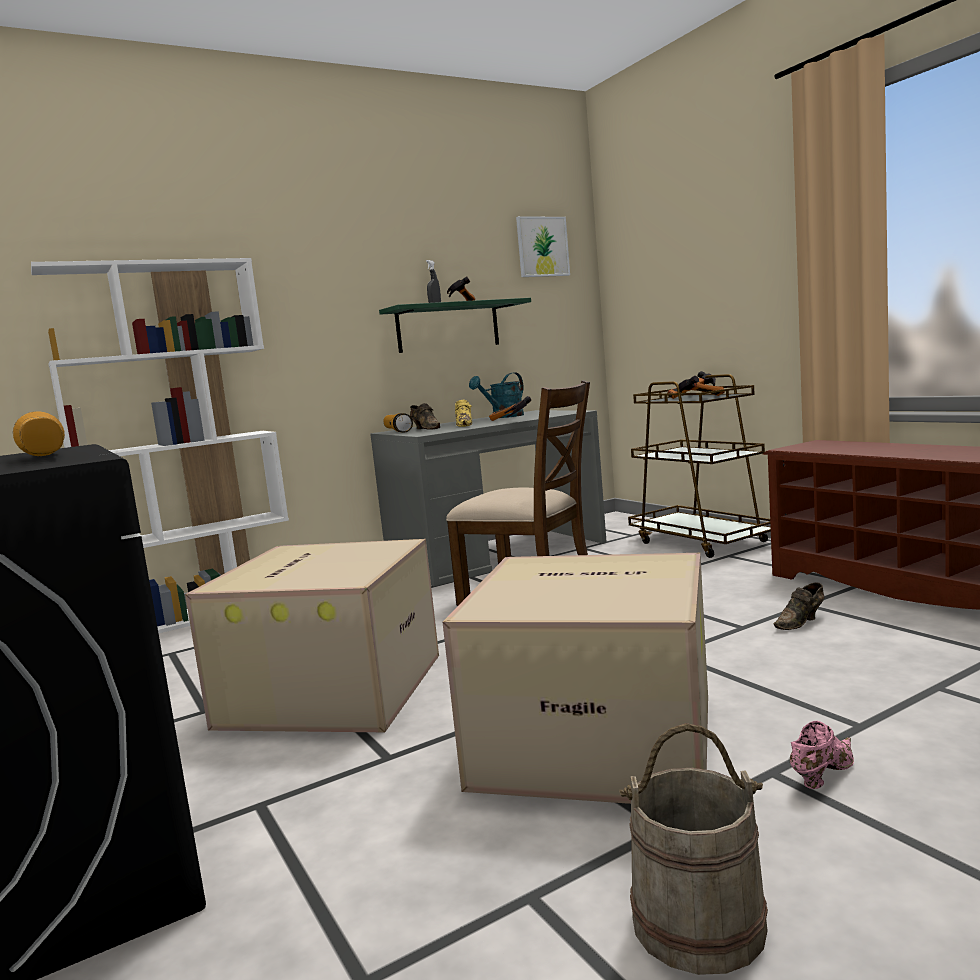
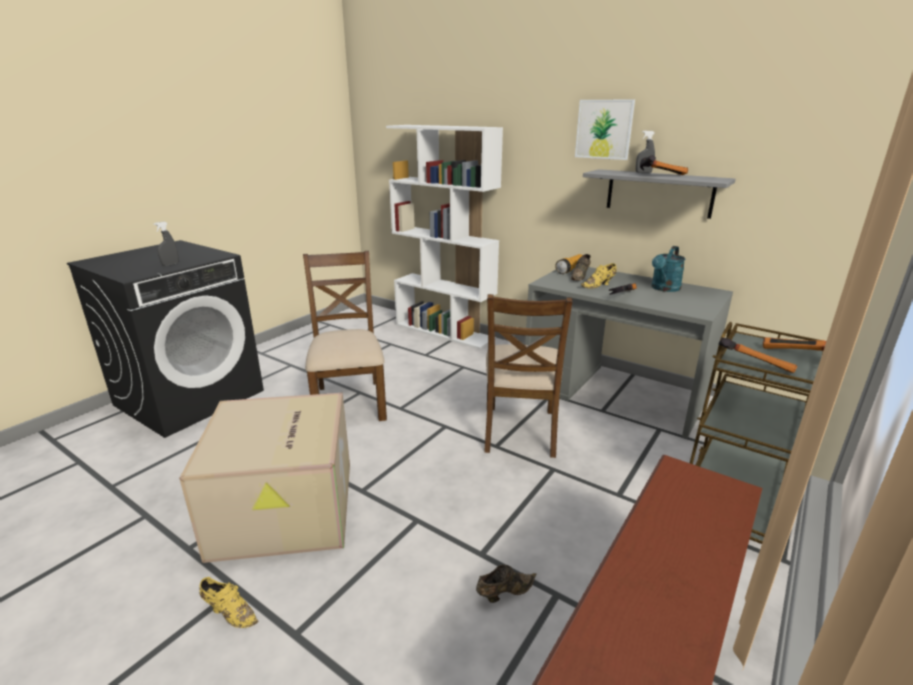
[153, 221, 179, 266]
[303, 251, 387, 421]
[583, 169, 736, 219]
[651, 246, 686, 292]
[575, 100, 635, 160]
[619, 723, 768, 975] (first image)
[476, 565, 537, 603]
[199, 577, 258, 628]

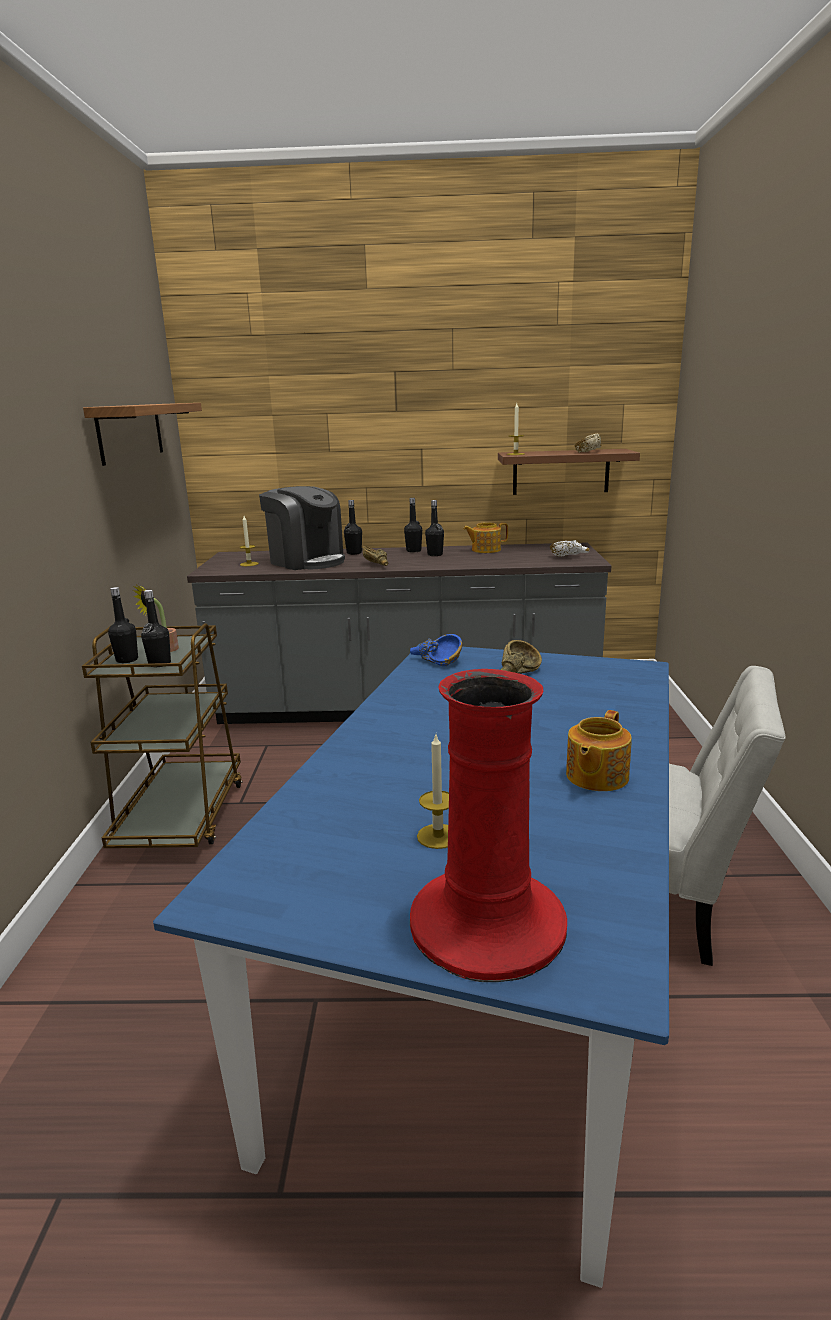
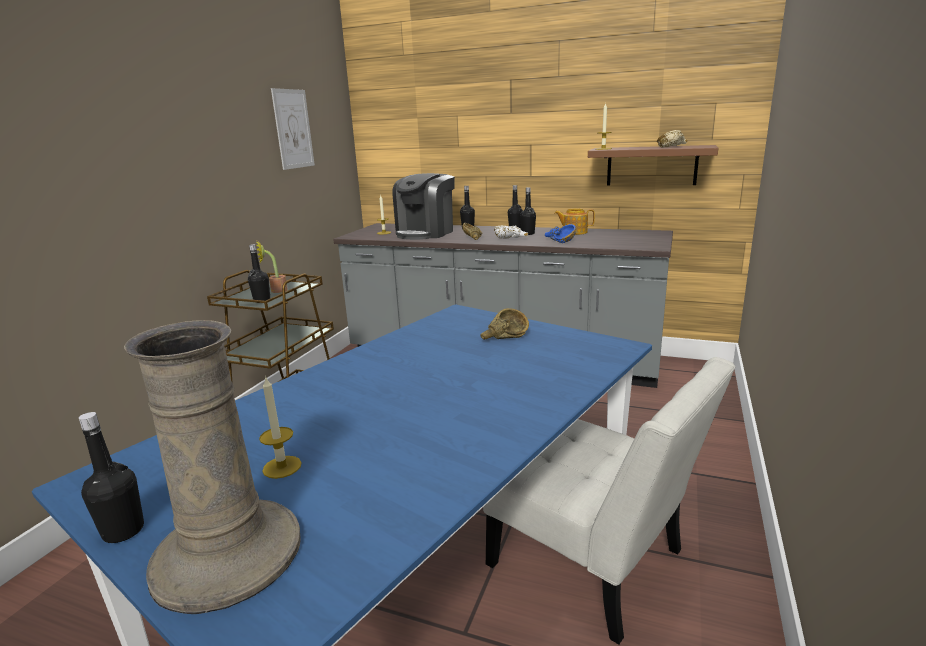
[271, 88, 315, 170]
[79, 412, 144, 543]
[392, 173, 455, 240]
[545, 224, 576, 243]
[124, 320, 300, 614]
[494, 225, 528, 239]
[566, 710, 632, 791] (first image)

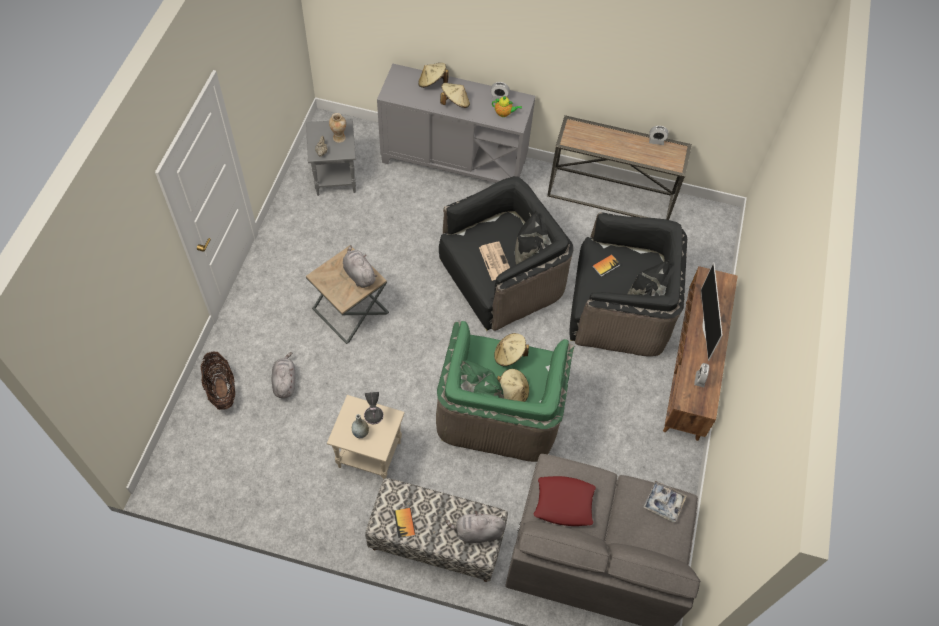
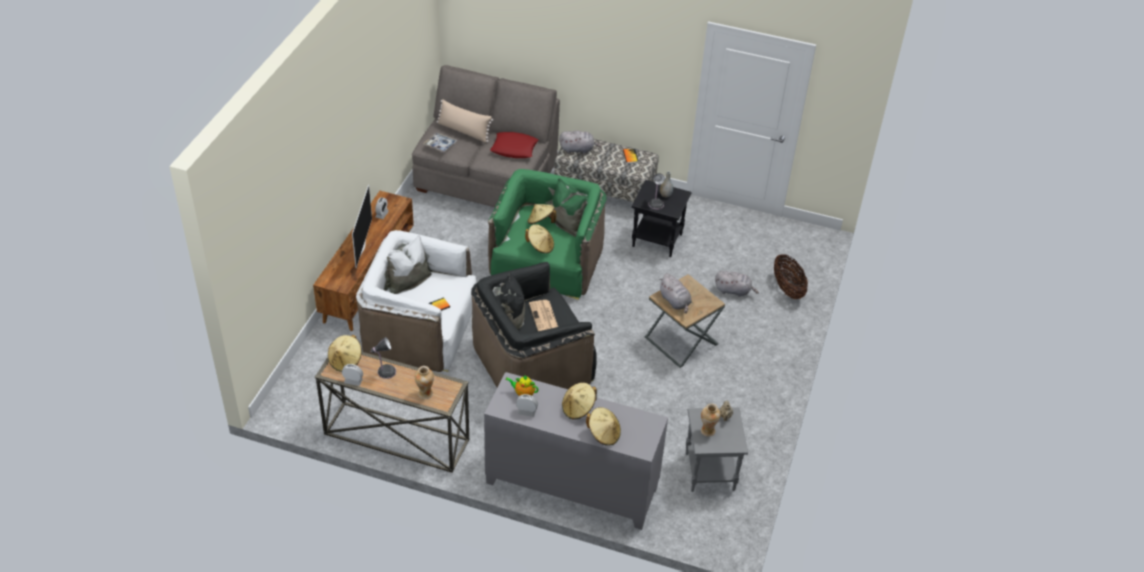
[715, 271, 759, 297]
[632, 180, 692, 257]
[356, 230, 477, 372]
[328, 335, 362, 372]
[371, 337, 396, 379]
[415, 366, 434, 399]
[436, 99, 493, 143]

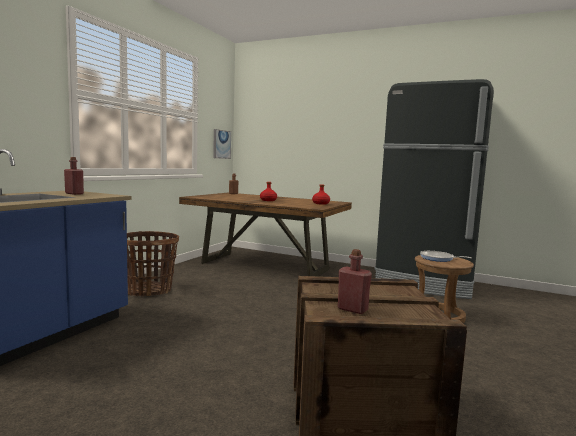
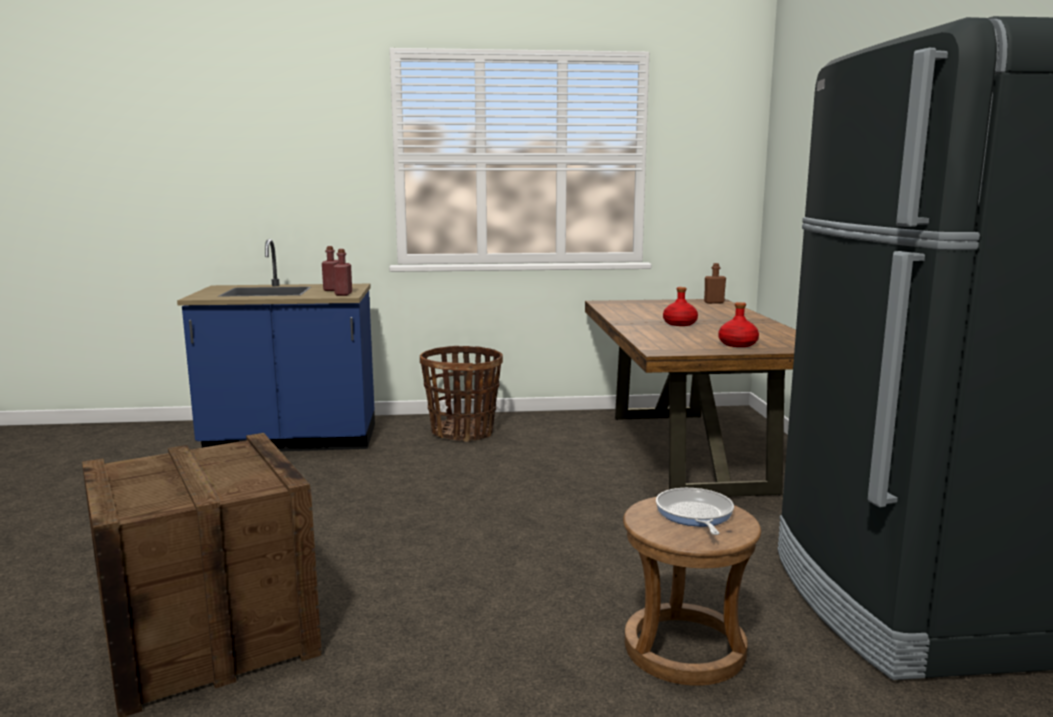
[213, 129, 231, 159] (first image)
[333, 249, 352, 296]

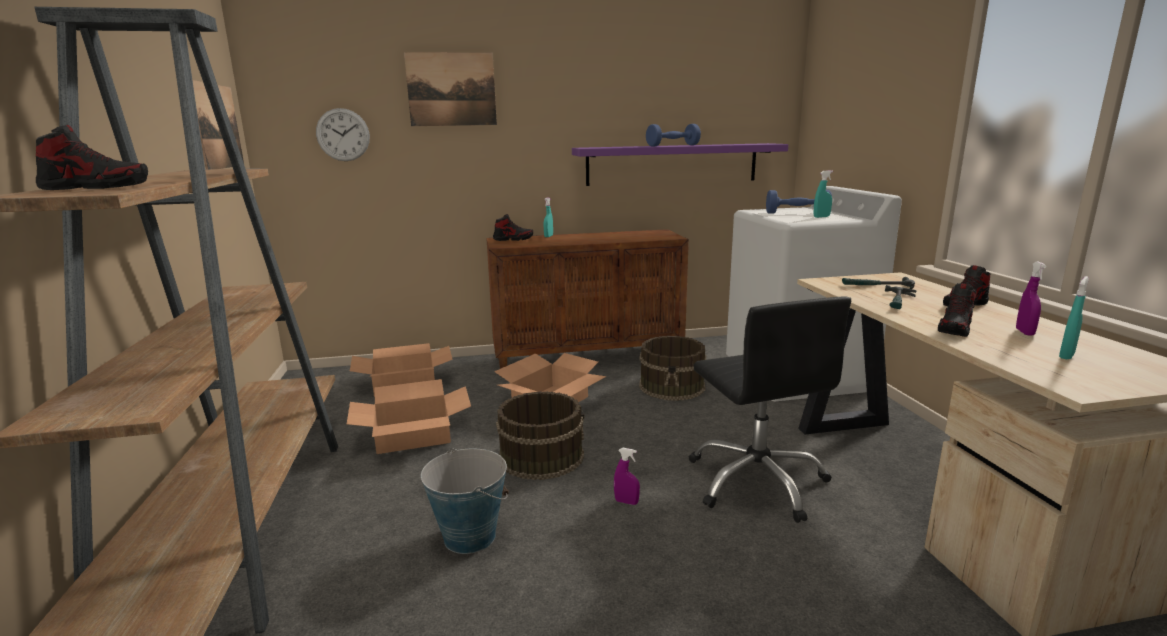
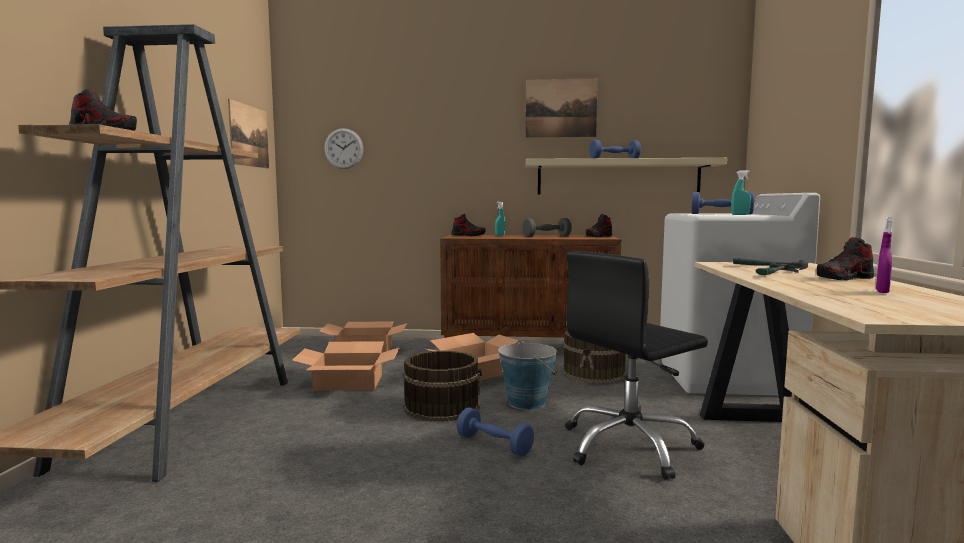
[526, 78, 598, 138]
[498, 341, 557, 410]
[526, 158, 727, 194]
[457, 408, 534, 456]
[565, 251, 708, 480]
[586, 214, 613, 237]
[1059, 276, 1089, 359] (first image)
[522, 218, 572, 237]

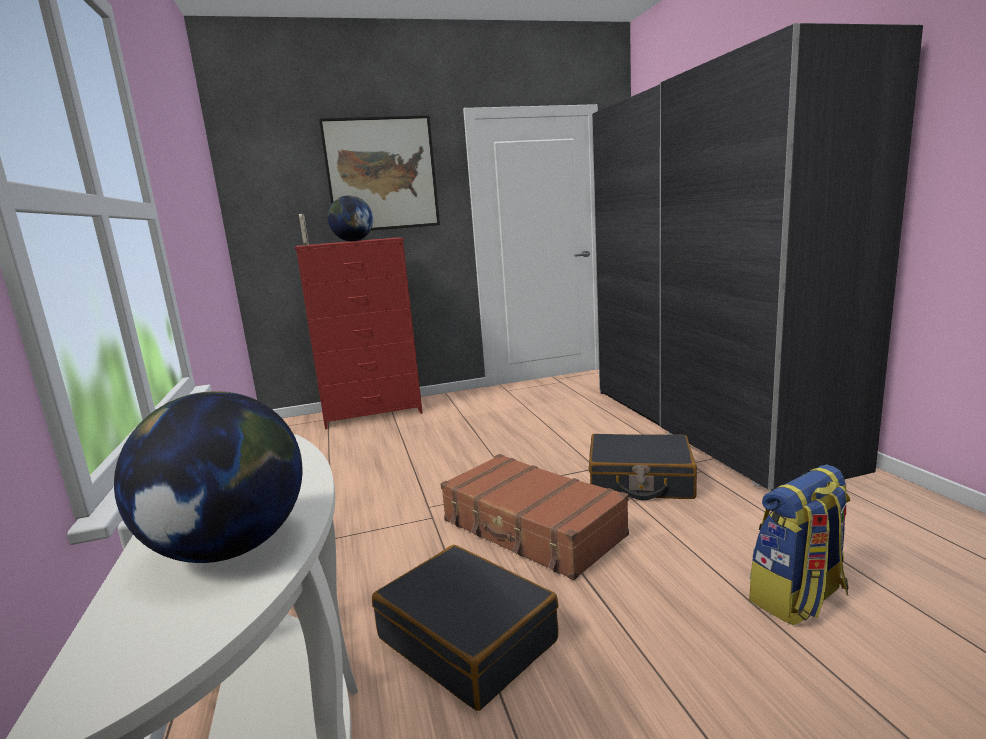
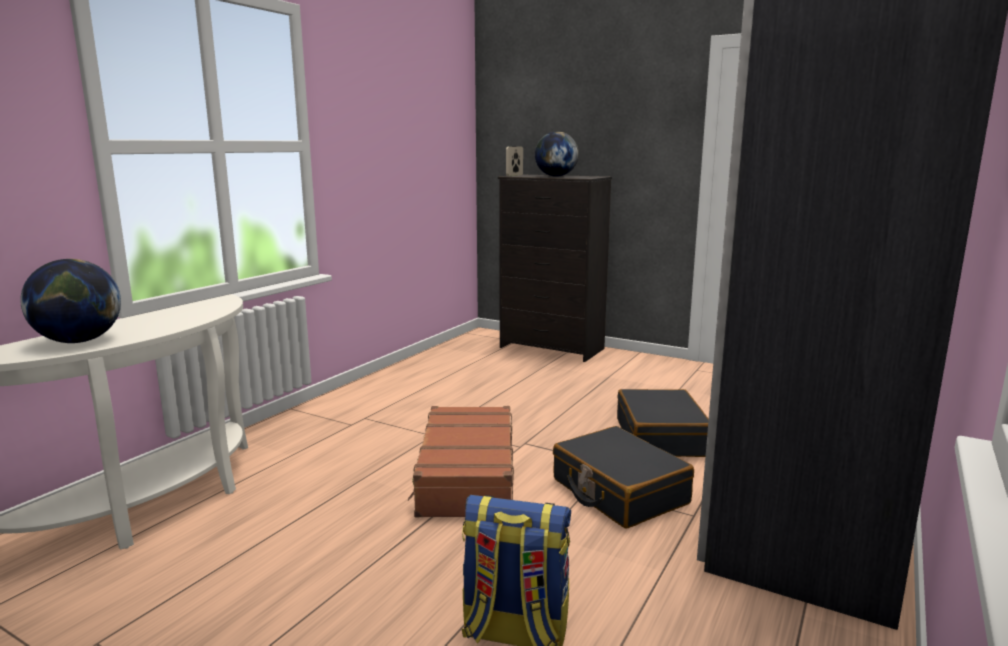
[498, 175, 612, 362]
[319, 115, 440, 230] (first image)
[617, 389, 709, 457]

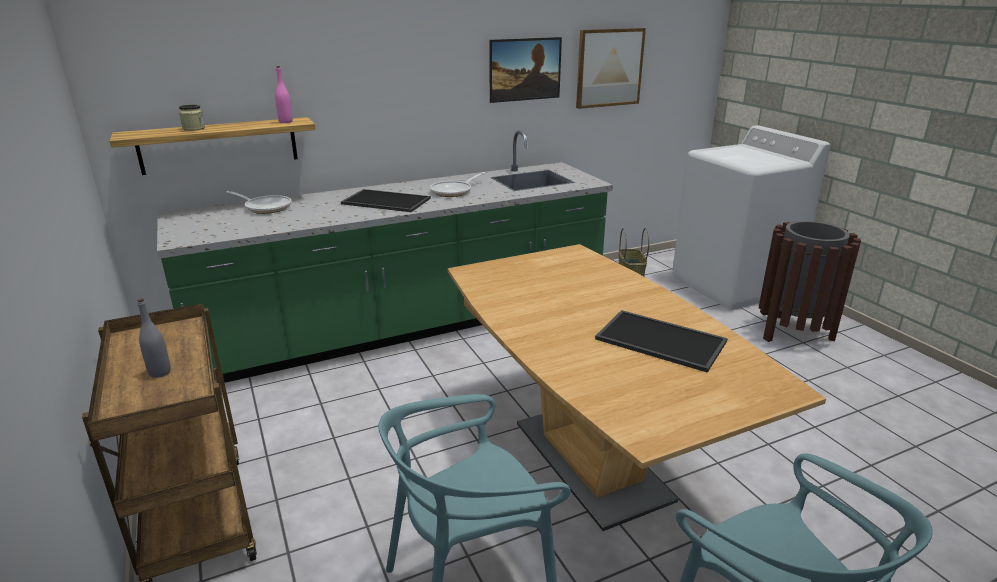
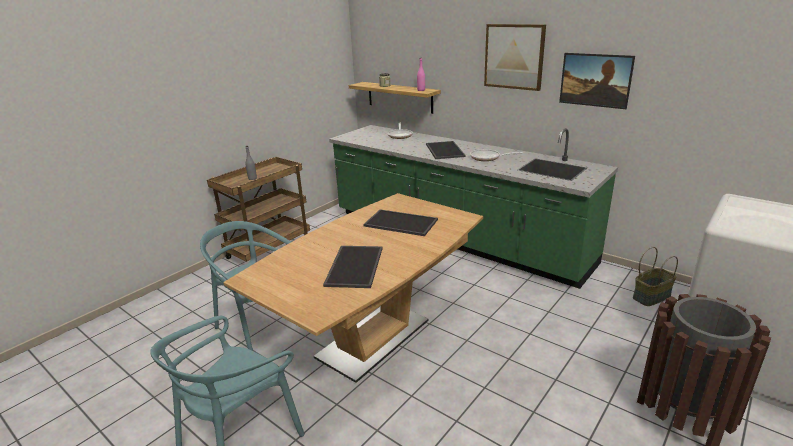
[484, 24, 546, 91]
[363, 209, 438, 236]

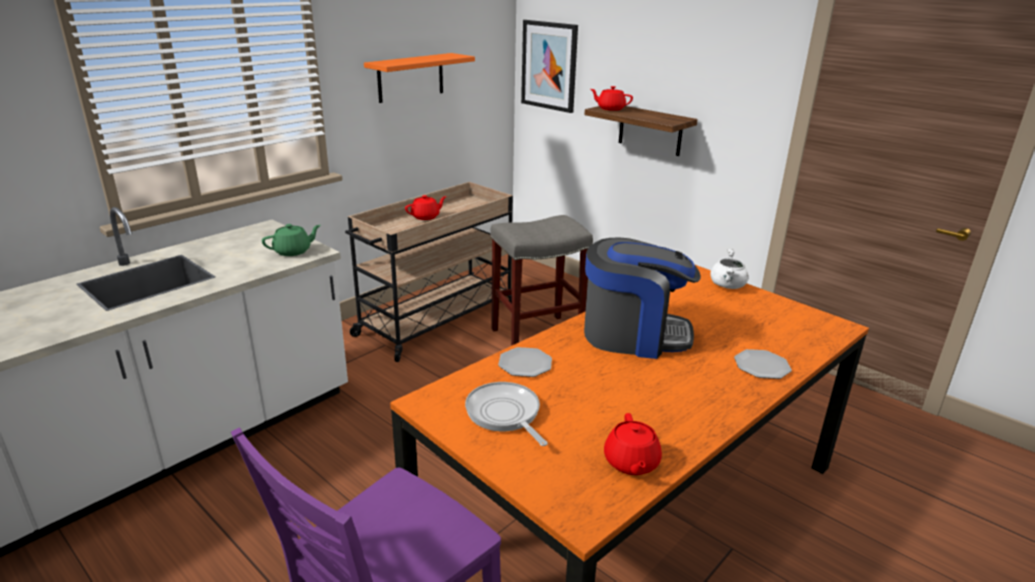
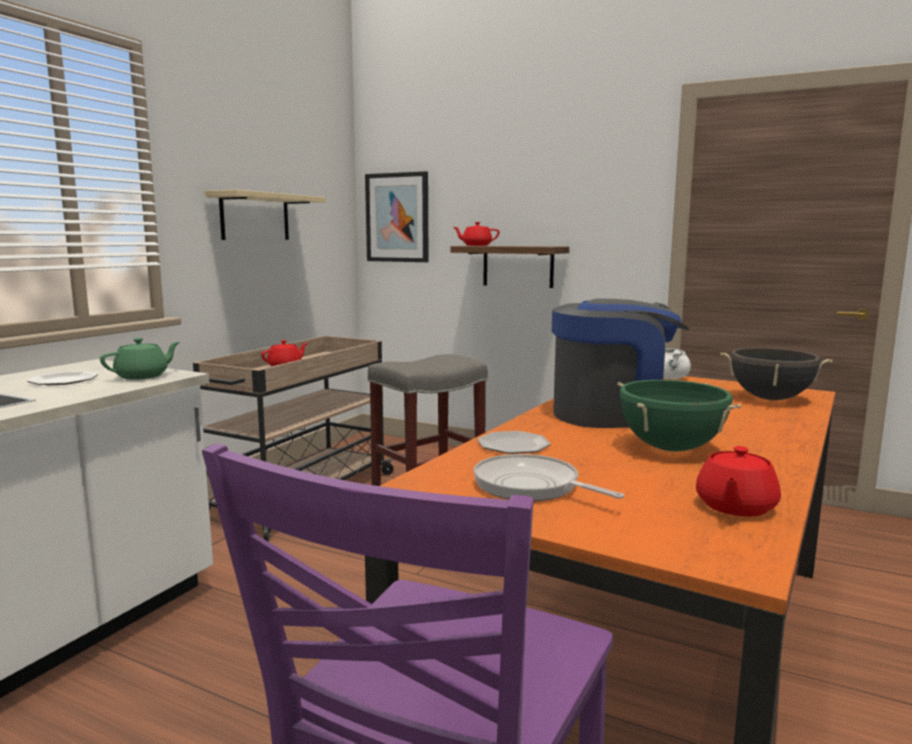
[205, 190, 326, 240]
[696, 446, 781, 517]
[27, 371, 98, 385]
[617, 380, 741, 451]
[721, 348, 832, 400]

